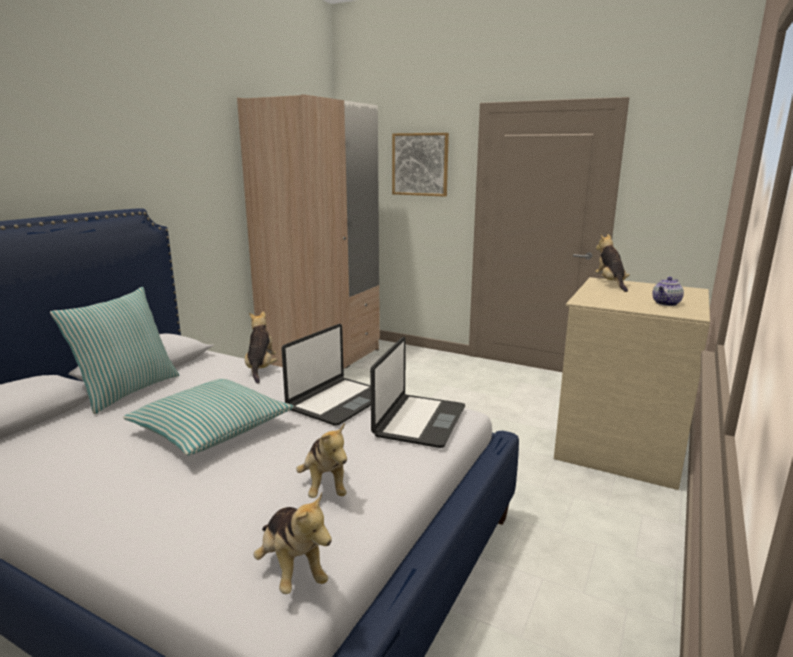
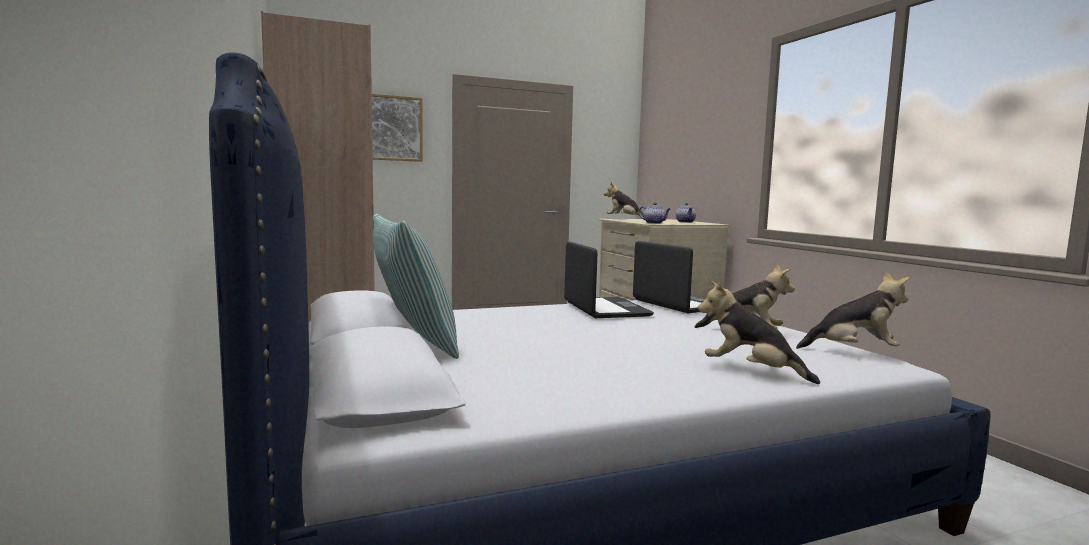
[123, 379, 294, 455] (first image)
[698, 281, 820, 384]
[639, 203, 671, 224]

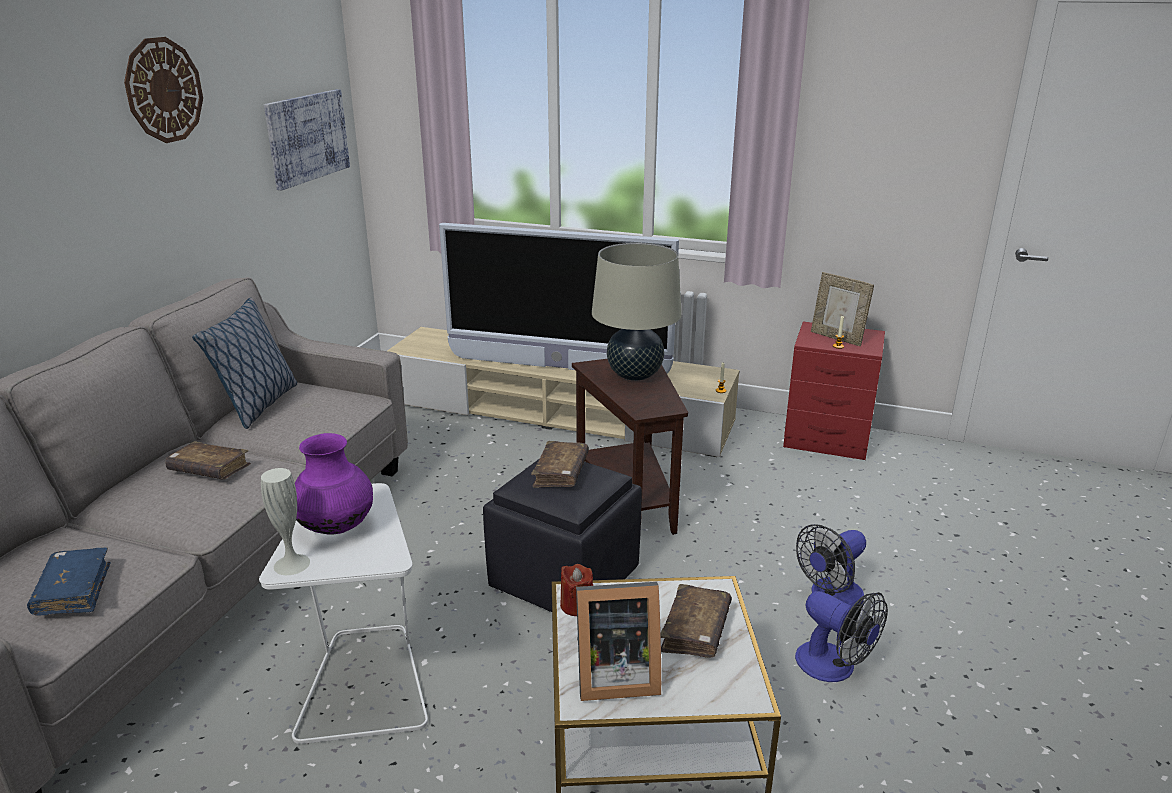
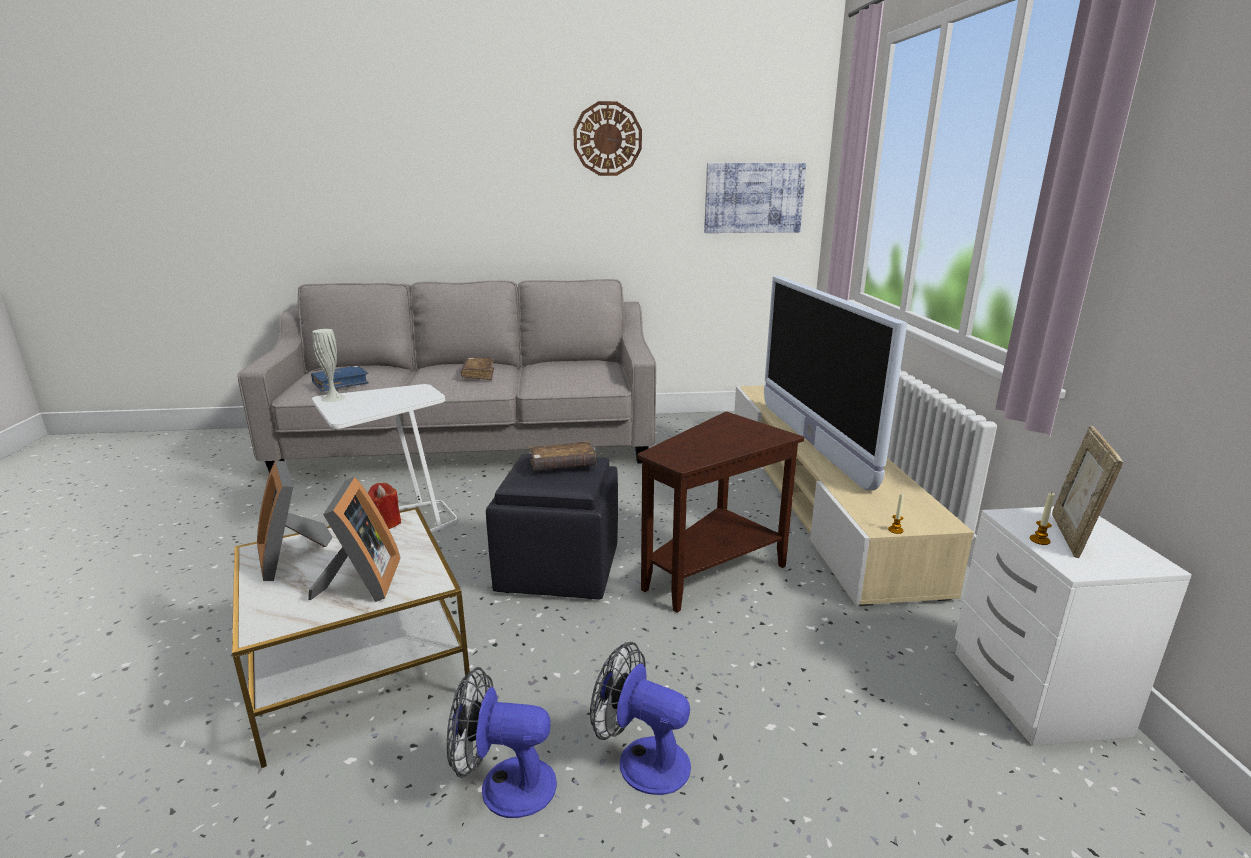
[192, 298, 297, 429] (first image)
[295, 433, 373, 534] (first image)
[592, 243, 682, 381] (first image)
[308, 477, 400, 602]
[955, 506, 1192, 746]
[447, 667, 557, 818]

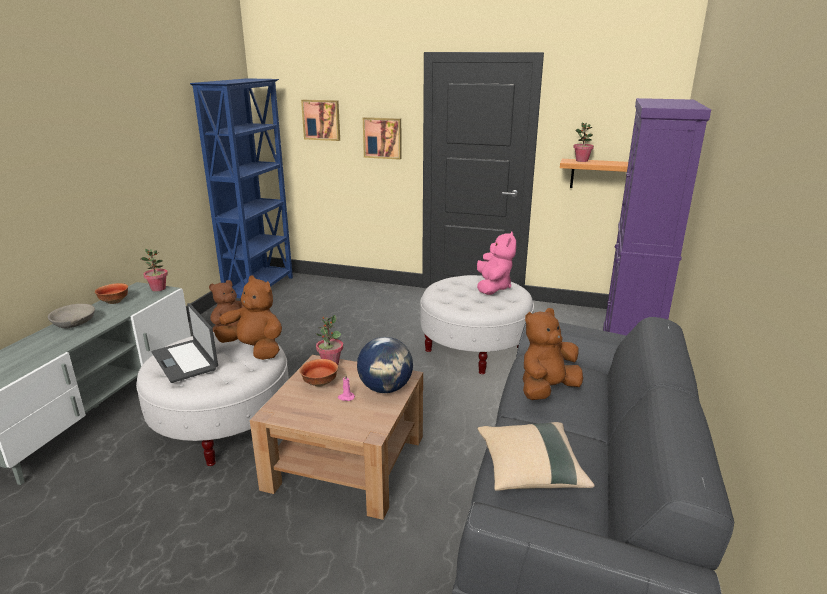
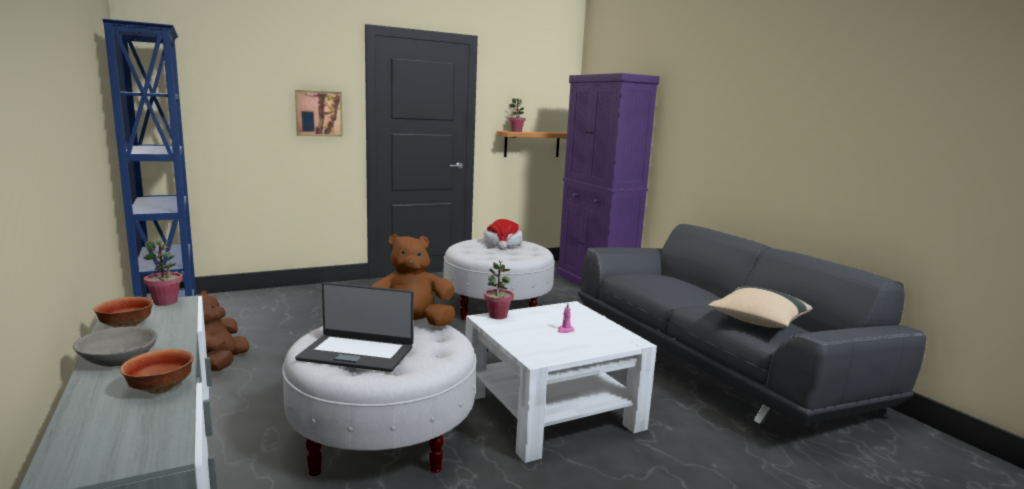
[466, 301, 657, 463]
[120, 349, 194, 394]
[301, 100, 340, 141] (first image)
[357, 337, 413, 393] (first image)
[483, 219, 523, 250]
[523, 308, 583, 400] (first image)

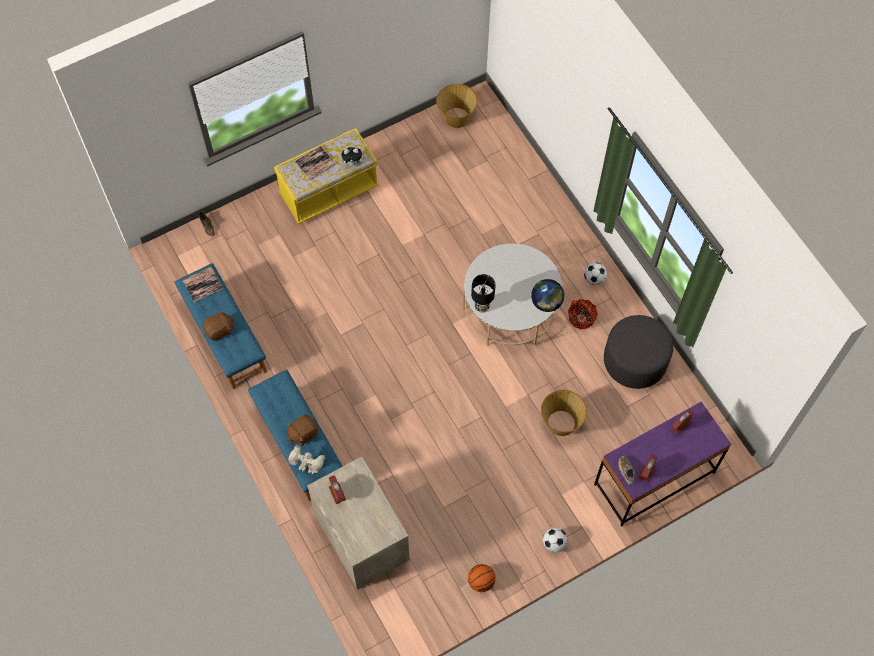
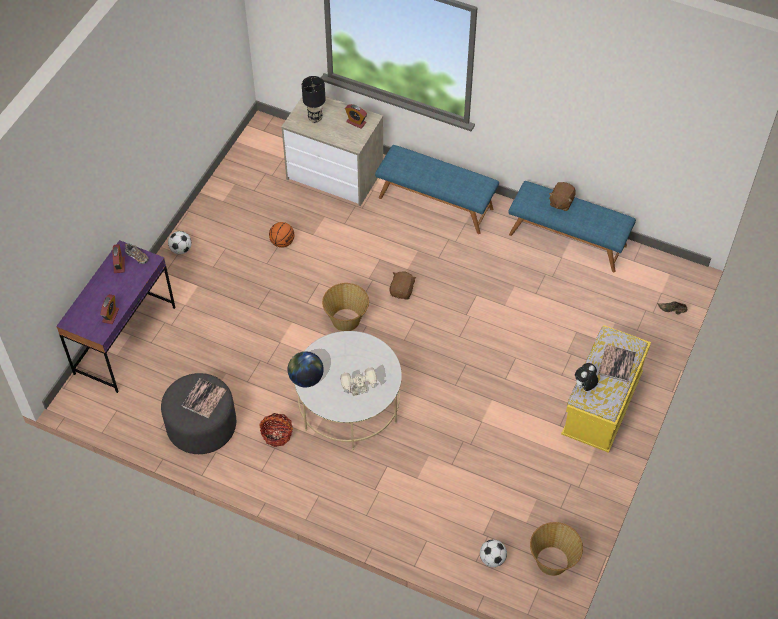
[182, 378, 227, 418]
[390, 271, 416, 300]
[340, 367, 378, 396]
[269, 222, 294, 248]
[302, 76, 325, 123]
[322, 283, 369, 331]
[480, 540, 507, 567]

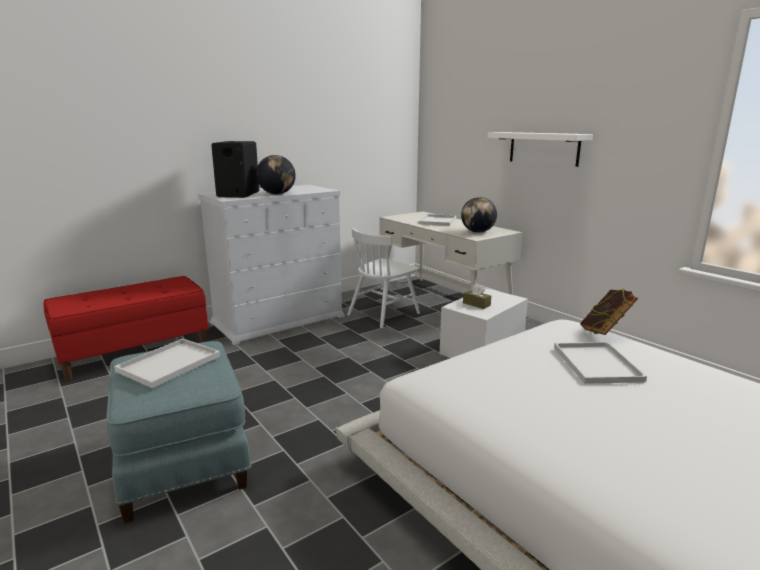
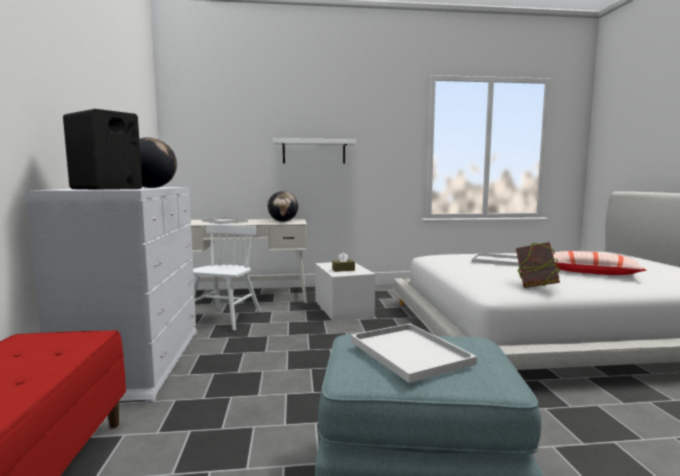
[193, 224, 261, 331]
[516, 242, 560, 288]
[552, 251, 646, 275]

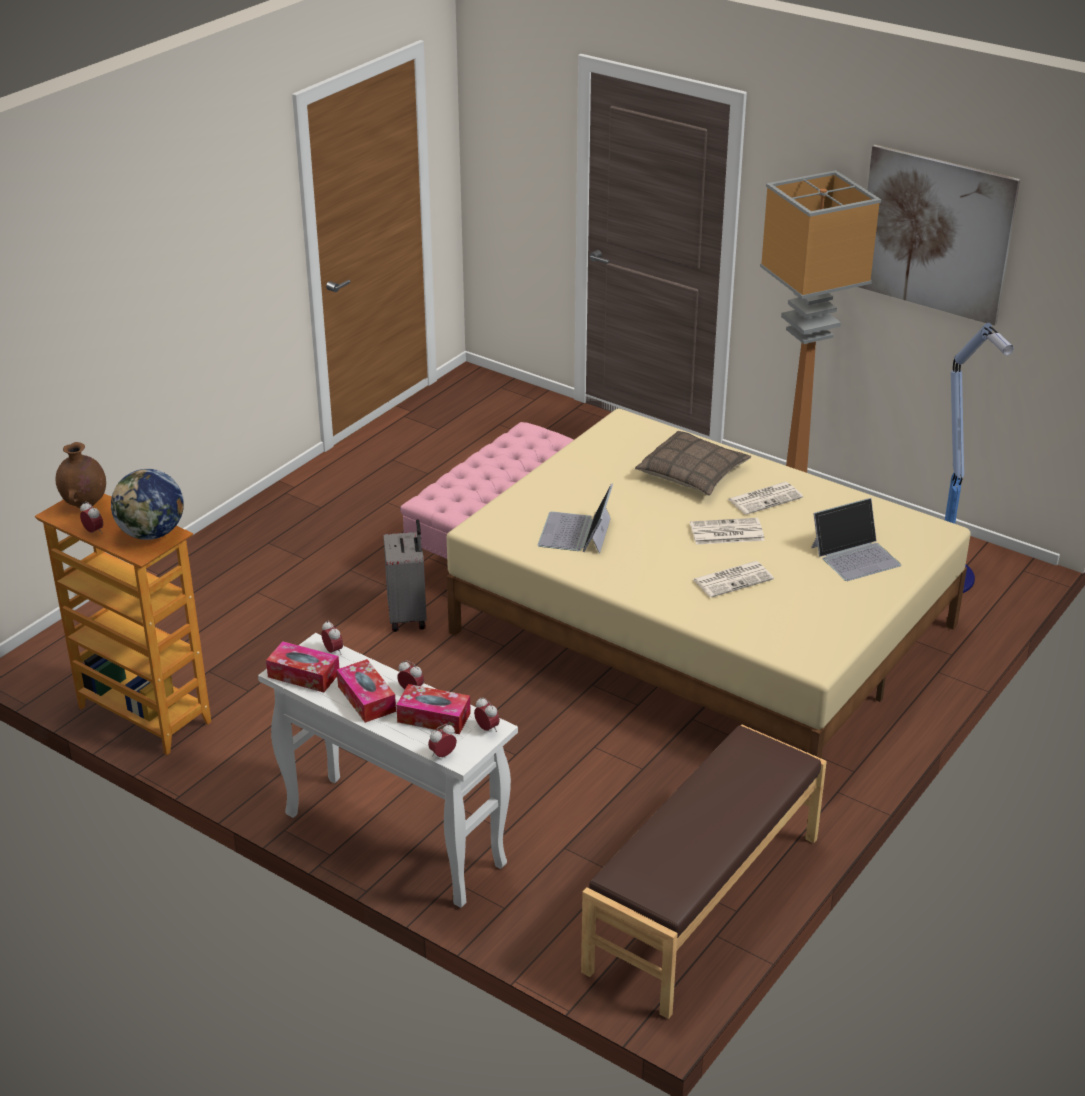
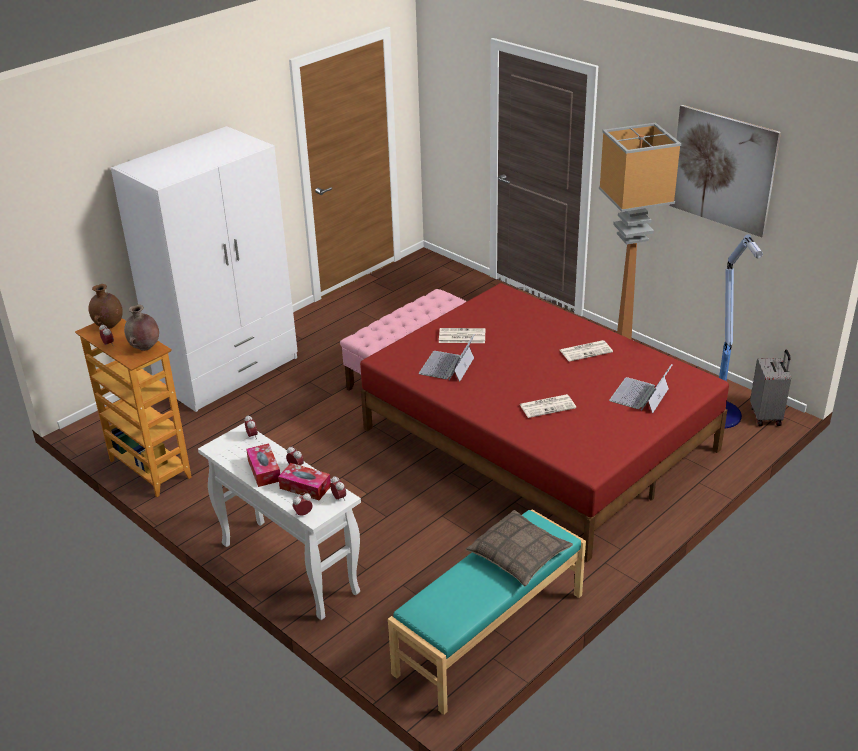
[124, 305, 159, 351]
[266, 641, 340, 692] (first image)
[750, 349, 791, 426]
[360, 283, 729, 562]
[388, 510, 586, 715]
[466, 510, 573, 586]
[439, 328, 485, 343]
[609, 364, 673, 413]
[111, 126, 298, 412]

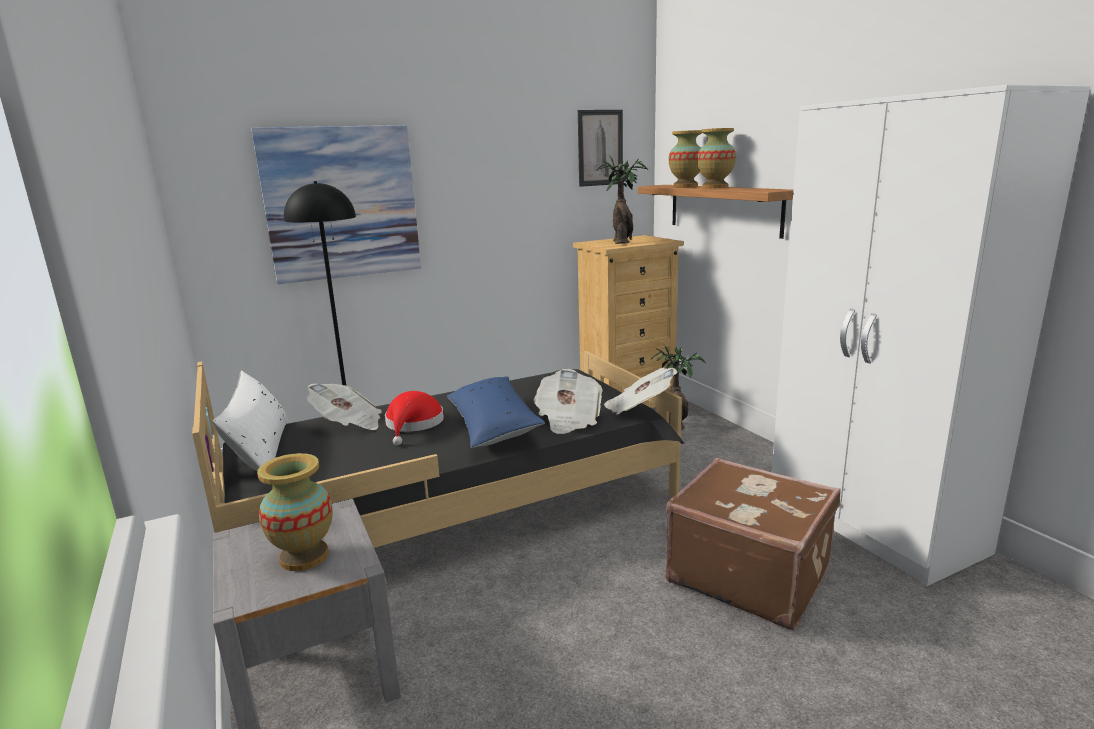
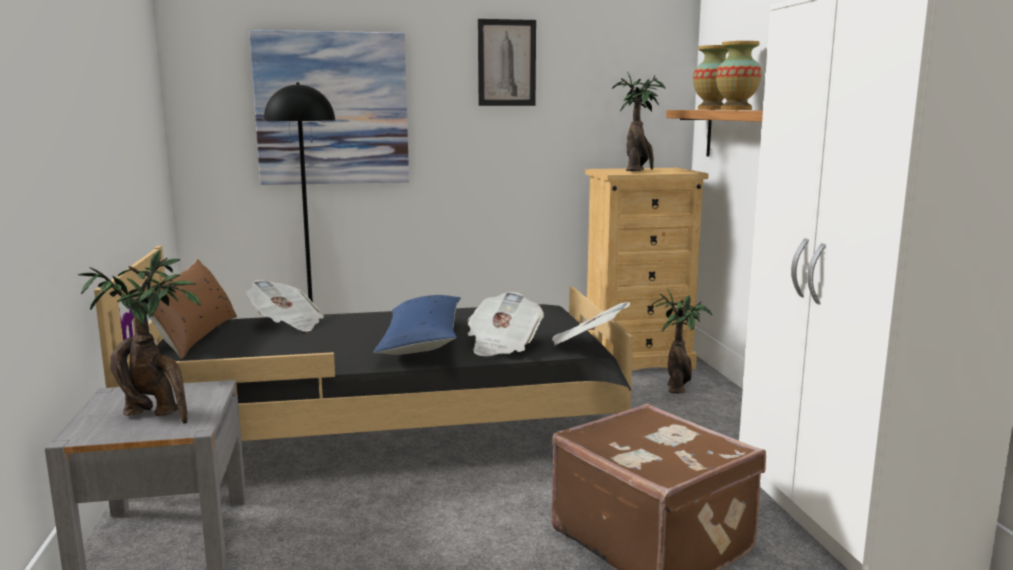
[134, 259, 237, 359]
[78, 249, 201, 424]
[385, 391, 444, 445] (first image)
[478, 19, 536, 106]

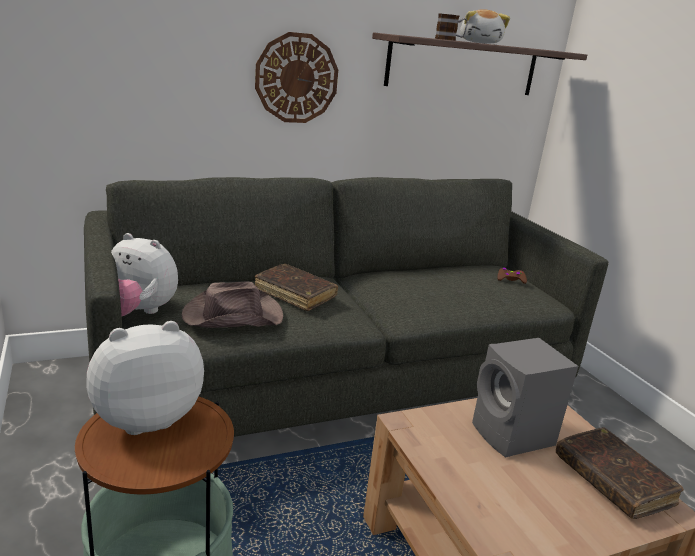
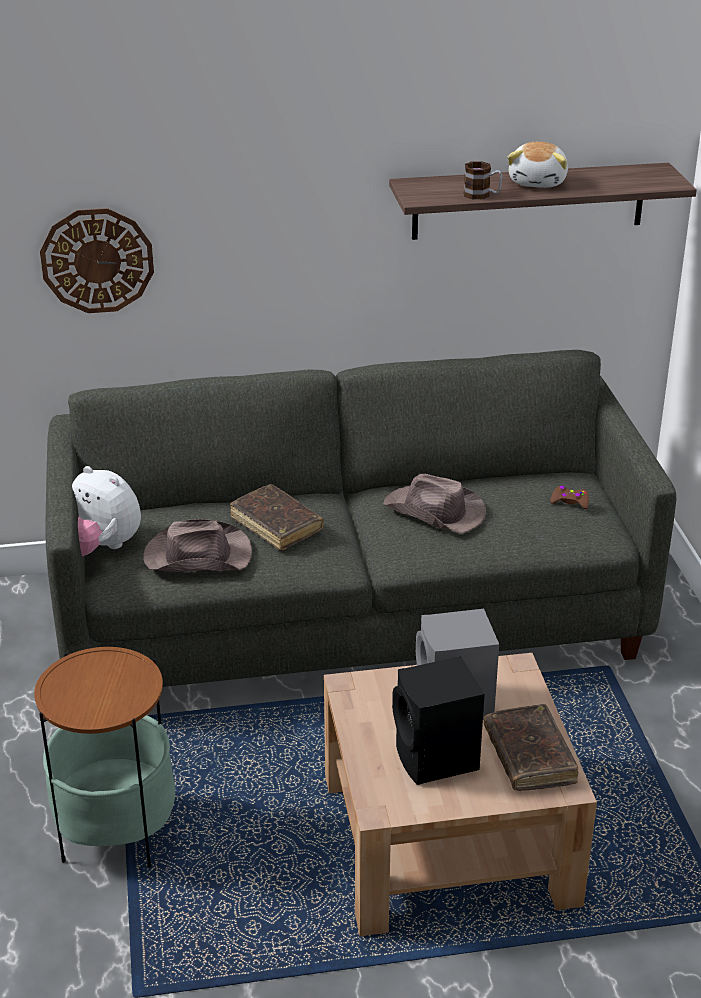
[86, 321, 204, 435] (first image)
[40, 208, 154, 313]
[383, 474, 486, 534]
[392, 656, 485, 785]

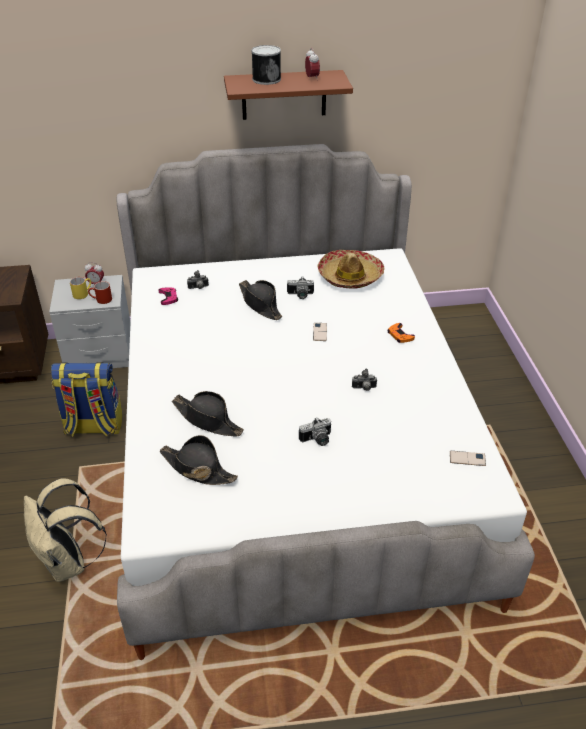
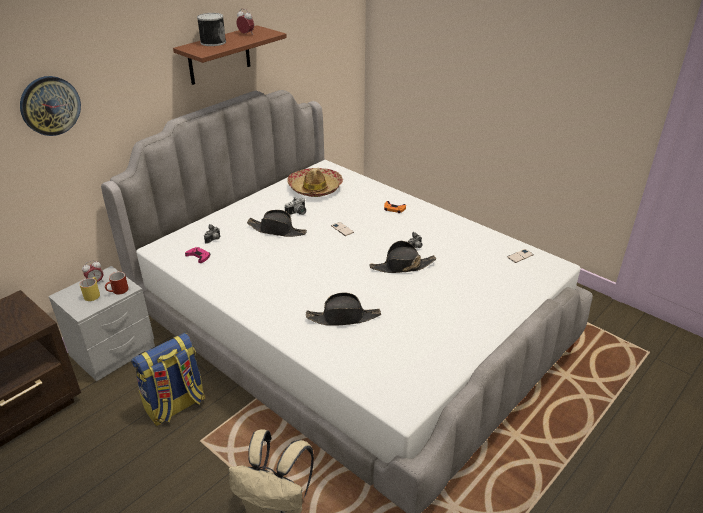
[369, 241, 436, 273]
[299, 417, 331, 446] (first image)
[20, 76, 81, 136]

